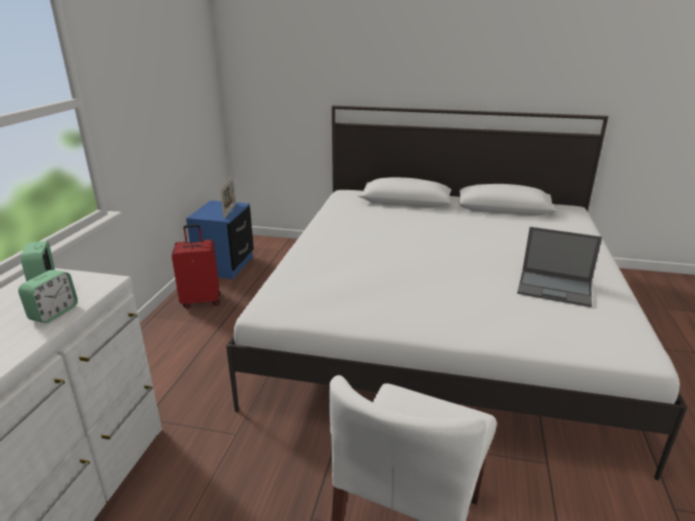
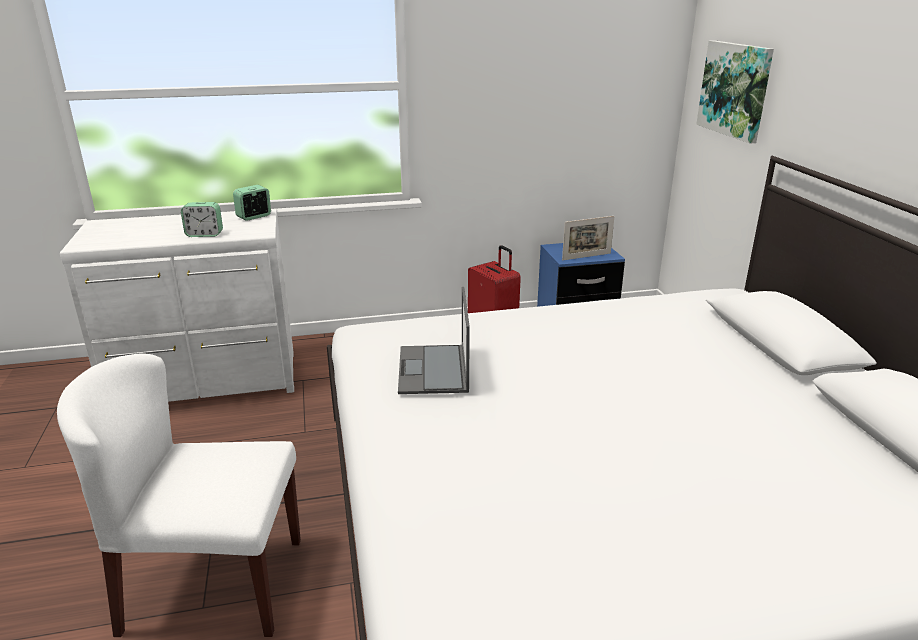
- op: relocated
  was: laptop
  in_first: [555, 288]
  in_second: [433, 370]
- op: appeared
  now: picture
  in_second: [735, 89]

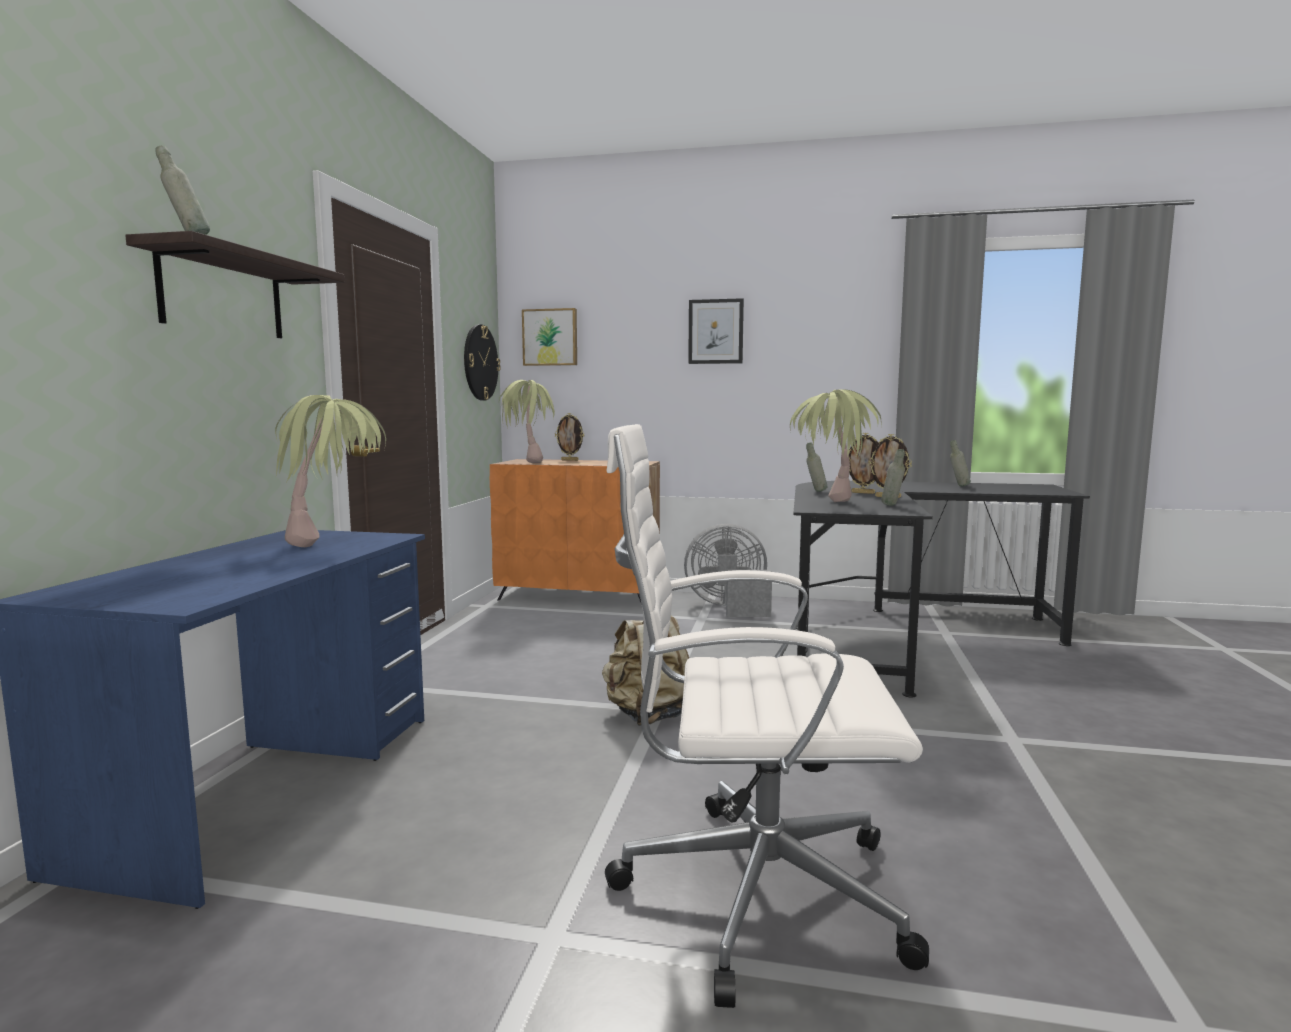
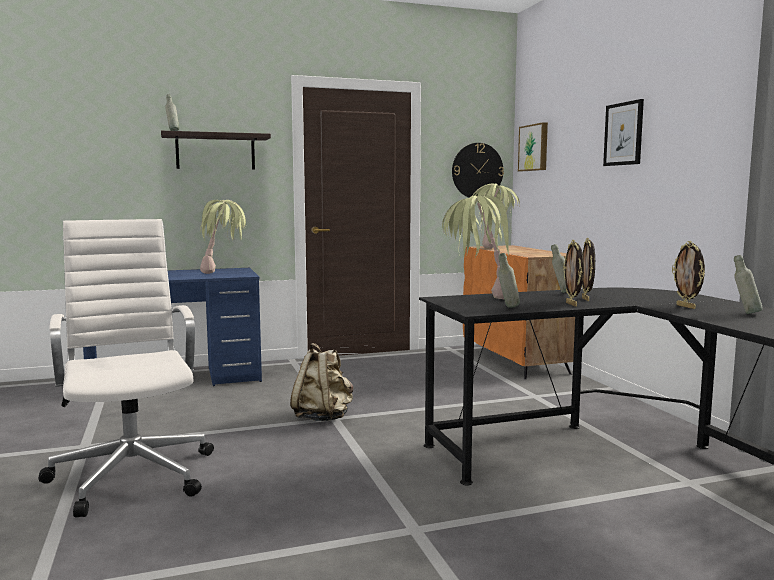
- op: relocated
  was: picture frame
  in_first: [570, 460]
  in_second: [686, 307]
- op: missing
  was: fan in grey
  in_first: [729, 607]

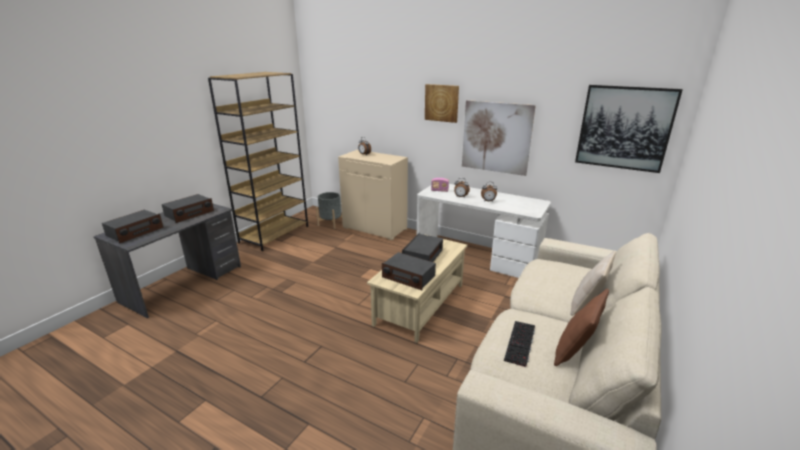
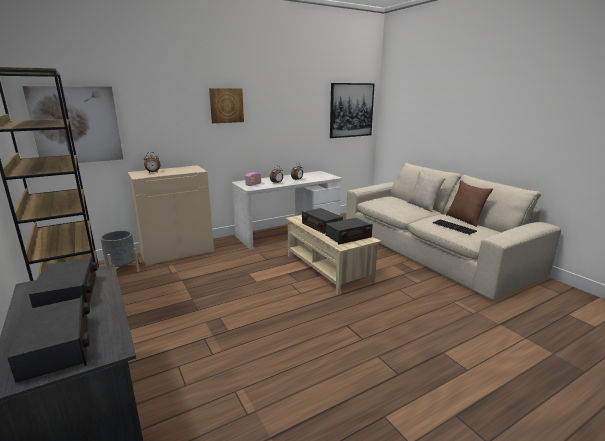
- op: relocated
  was: picture
  in_first: [496, 137]
  in_second: [76, 125]

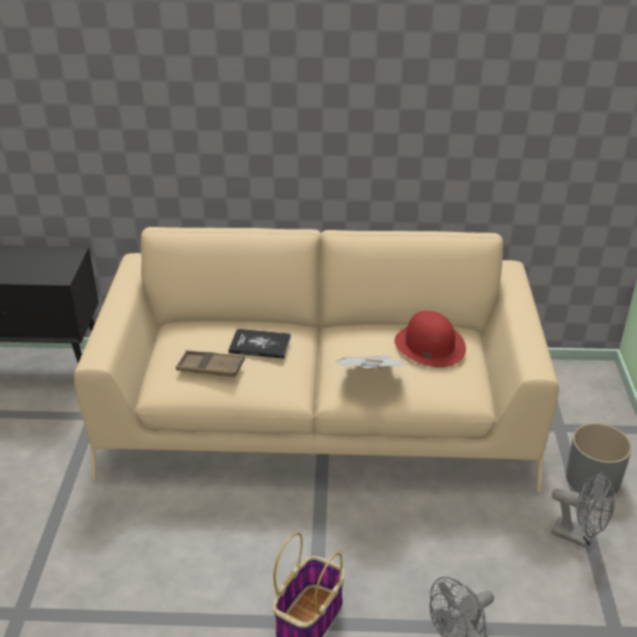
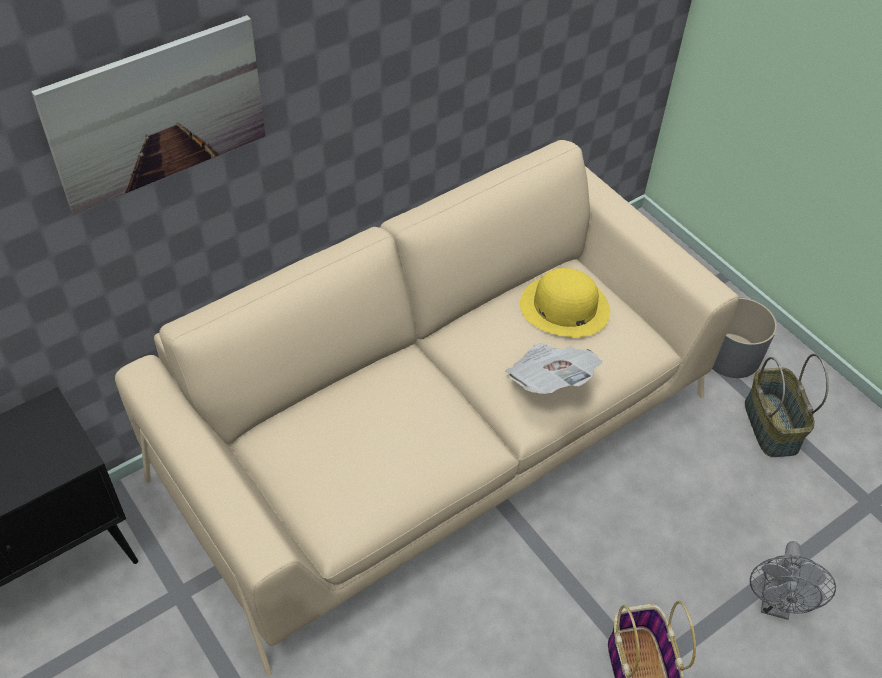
- op: missing
  was: tray in brown
  in_first: [210, 368]
- op: missing
  was: book
  in_first: [260, 345]
- op: colour
  was: hat in red
  now: hat in yellow
  in_first: [429, 345]
  in_second: [564, 307]
- op: exchanged
  was: fan in grey
  now: basket
  in_first: [579, 536]
  in_second: [770, 425]
- op: appeared
  now: picture
  in_second: [157, 113]

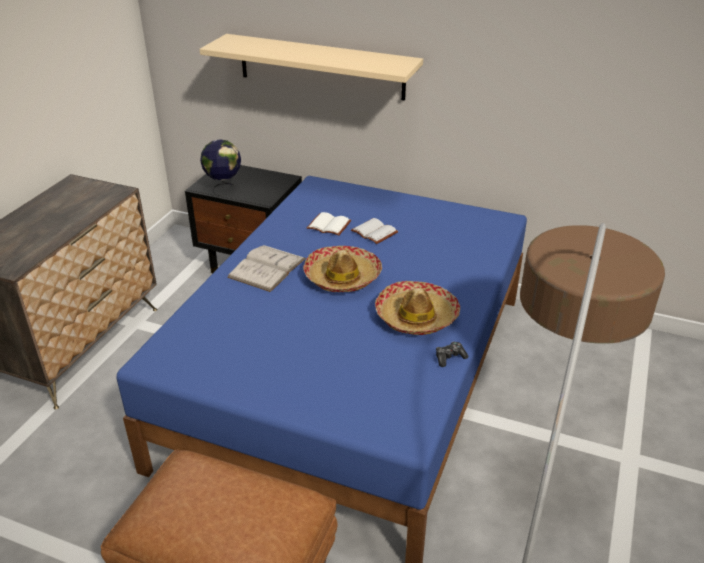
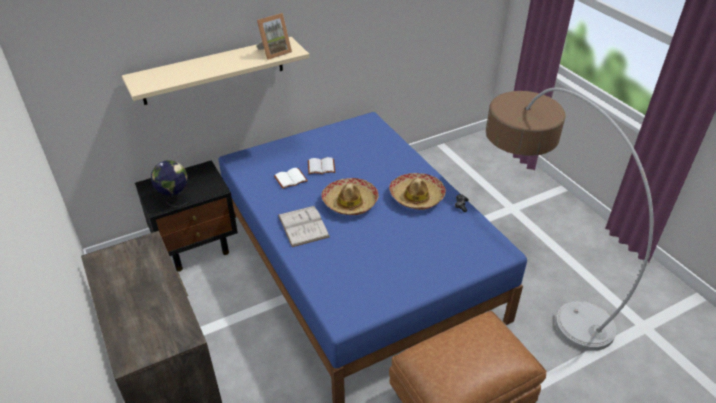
- op: appeared
  now: picture frame
  in_second: [274, 52]

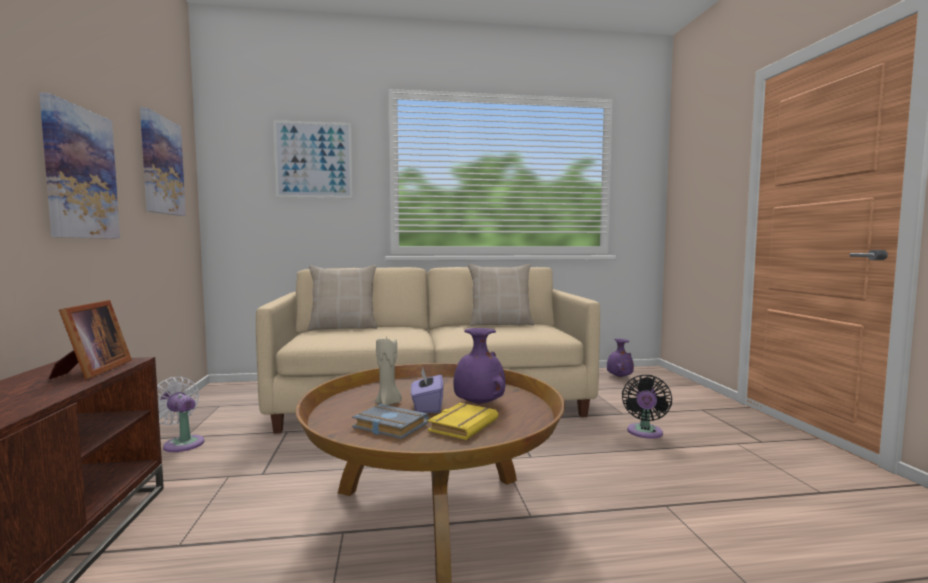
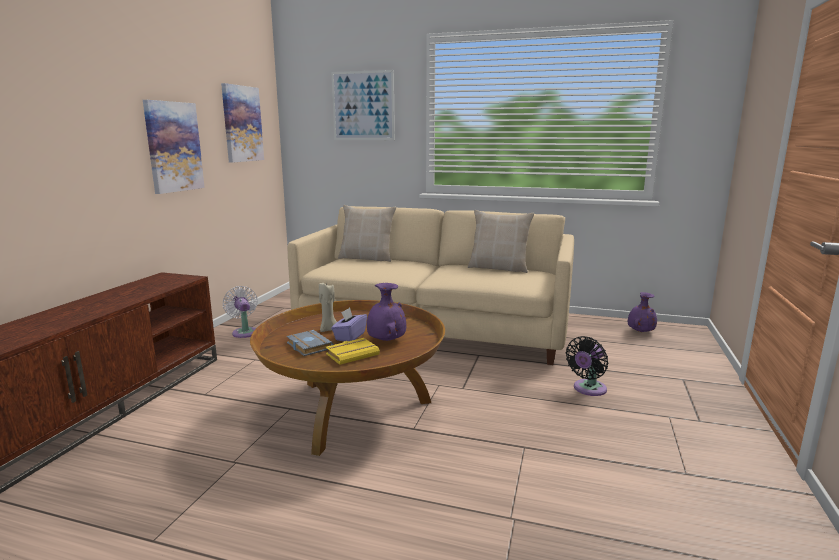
- op: missing
  was: picture frame
  in_first: [92, 371]

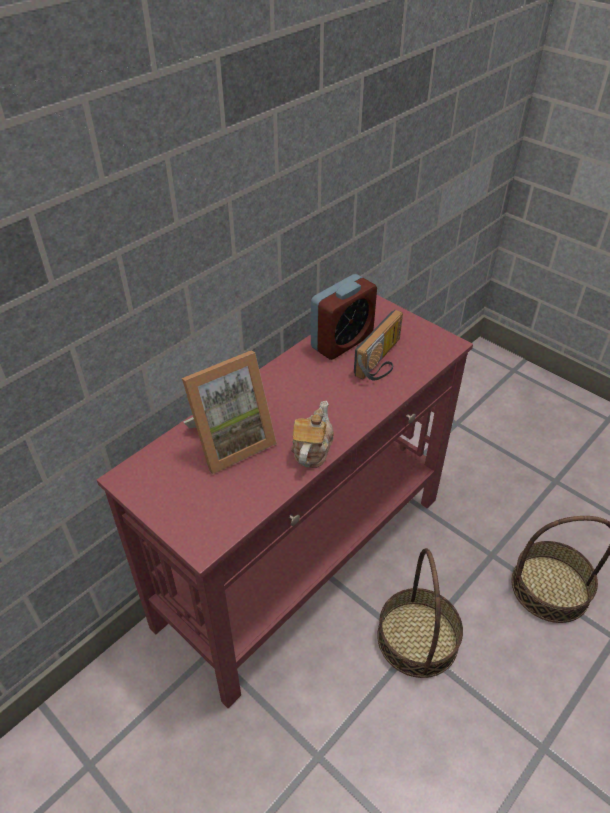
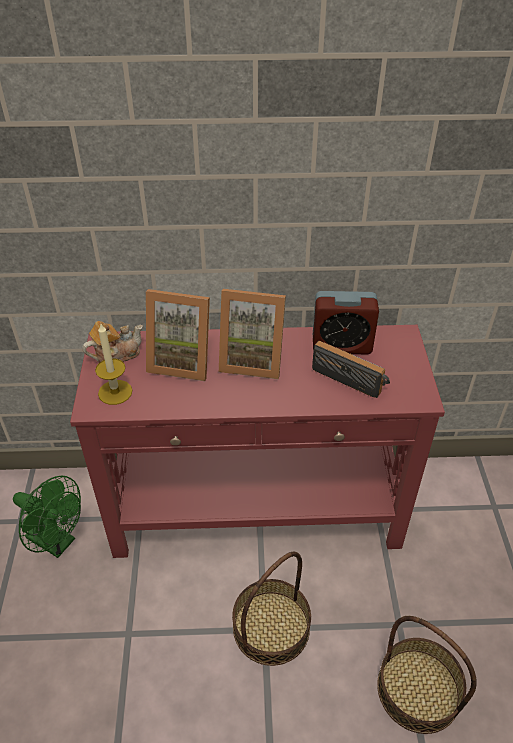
- op: relocated
  was: teapot
  in_first: [311, 449]
  in_second: [116, 354]
- op: spun
  was: radio
  in_first: [382, 361]
  in_second: [351, 377]
  clockwise: -135
- op: appeared
  now: fan in green
  in_second: [57, 542]
- op: appeared
  now: candle
  in_second: [115, 392]
- op: appeared
  now: picture frame
  in_second: [252, 359]

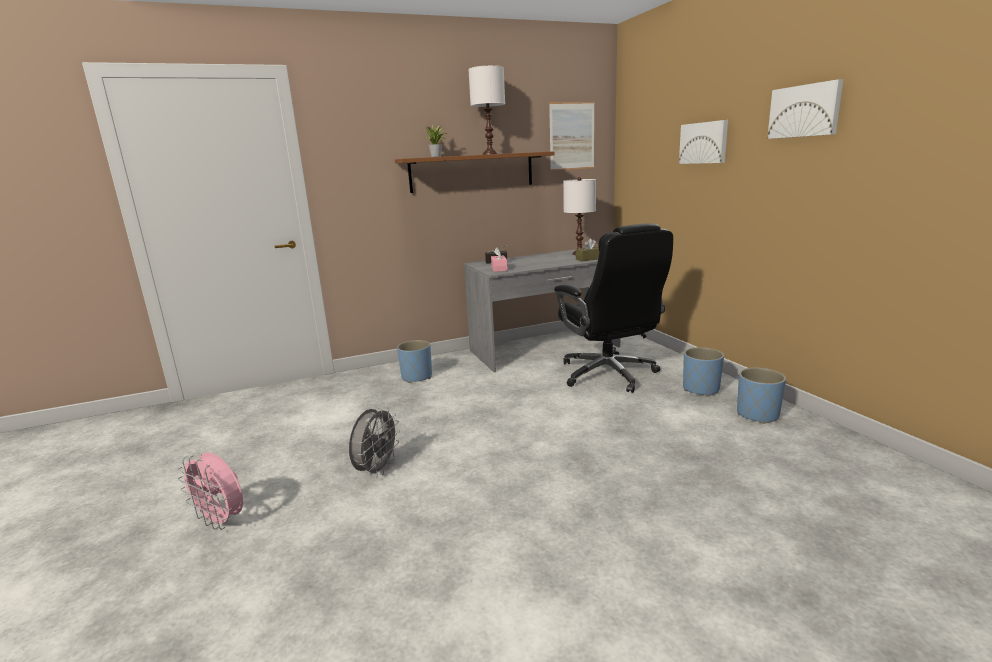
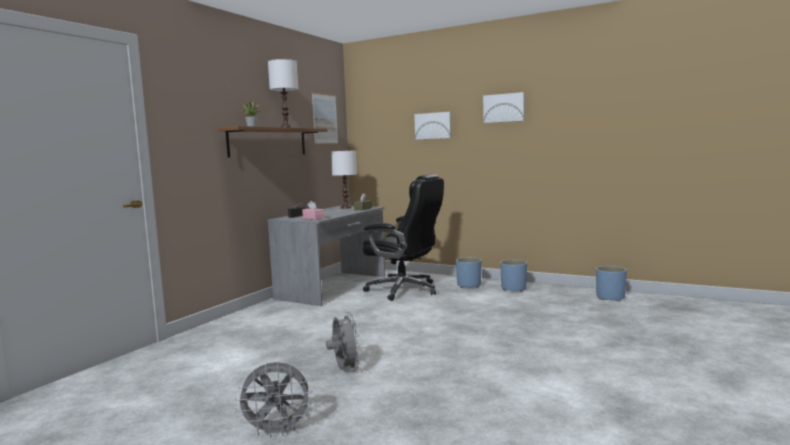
- op: colour
  was: fan in pink
  now: fan in grey
  in_first: [222, 521]
  in_second: [277, 431]
- op: relocated
  was: planter in blue
  in_first: [417, 377]
  in_second: [610, 297]

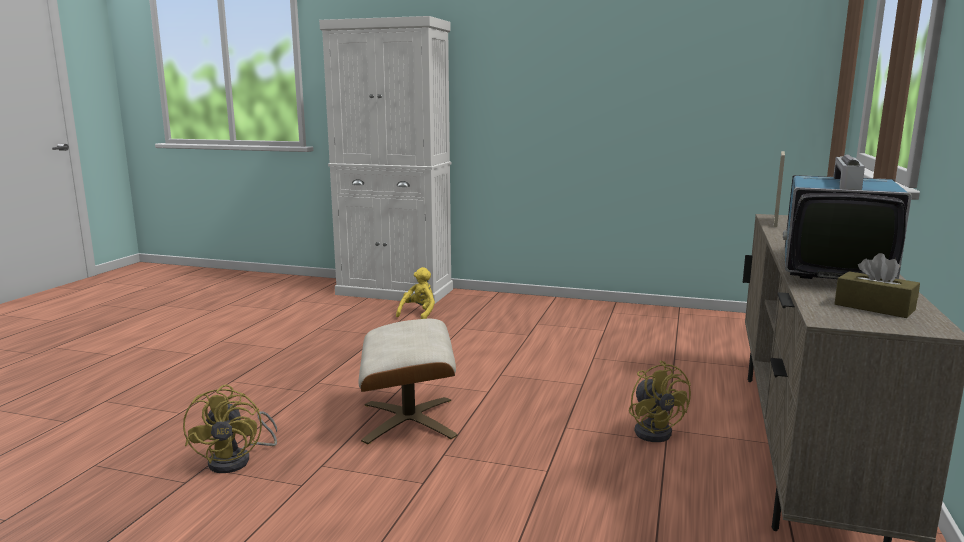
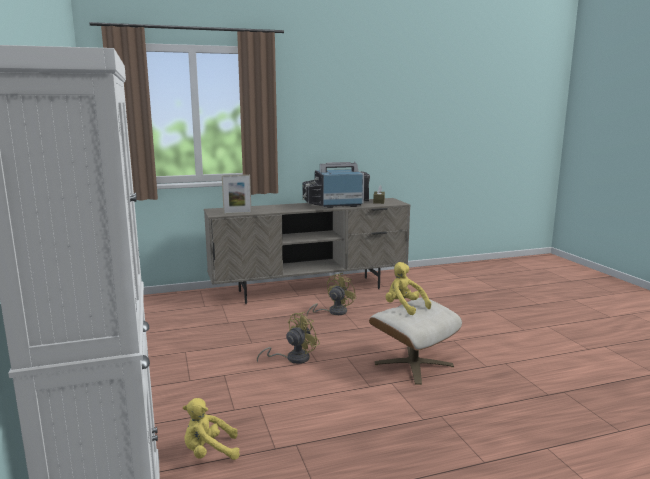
- op: relocated
  was: fan in yellow
  in_first: [238, 460]
  in_second: [293, 358]
- op: appeared
  now: plush toy in yellow
  in_second: [404, 307]

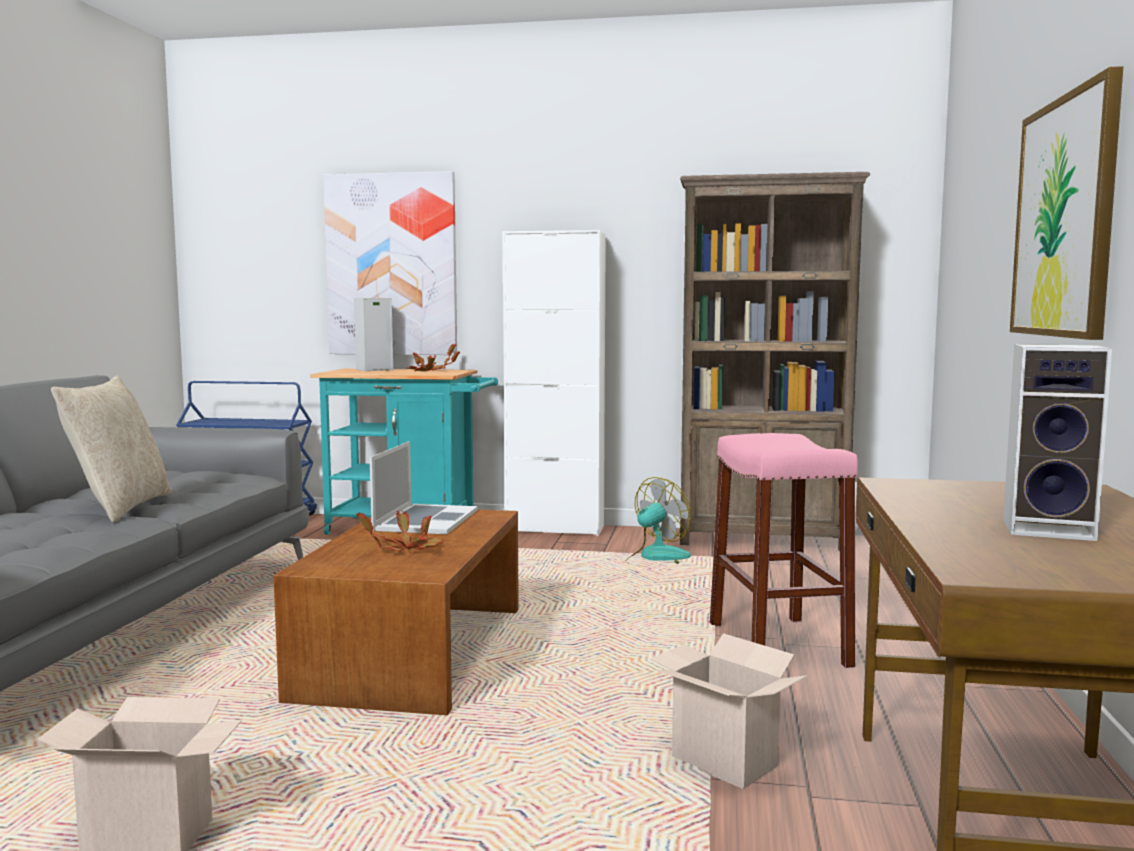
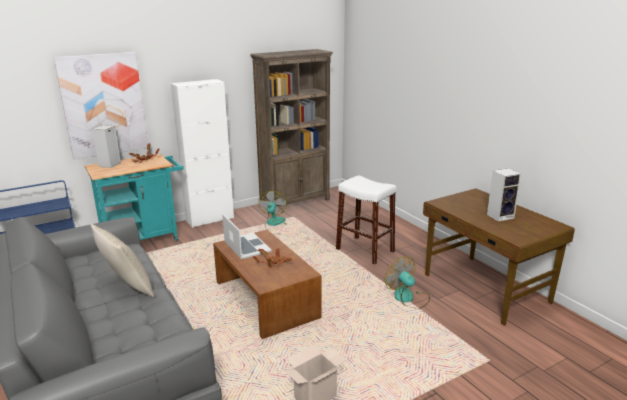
- op: exchanged
  was: cardboard box
  now: fan
  in_first: [720, 762]
  in_second: [408, 298]
- op: colour
  was: stool in pink
  now: stool in white
  in_first: [777, 644]
  in_second: [364, 250]
- op: missing
  was: picture
  in_first: [1064, 217]

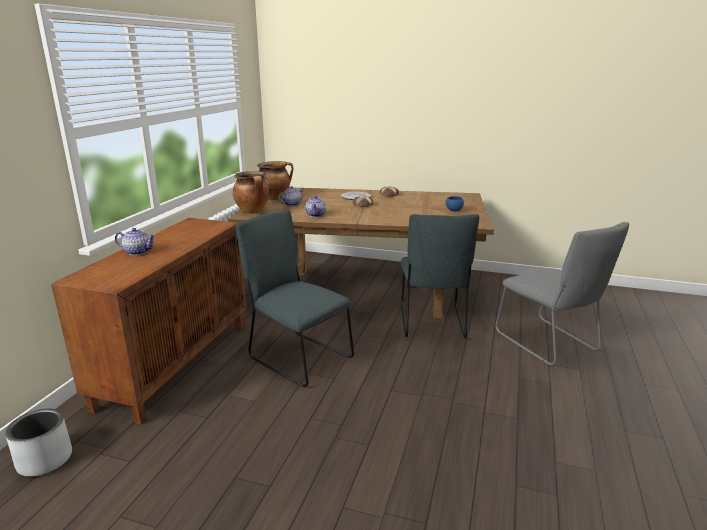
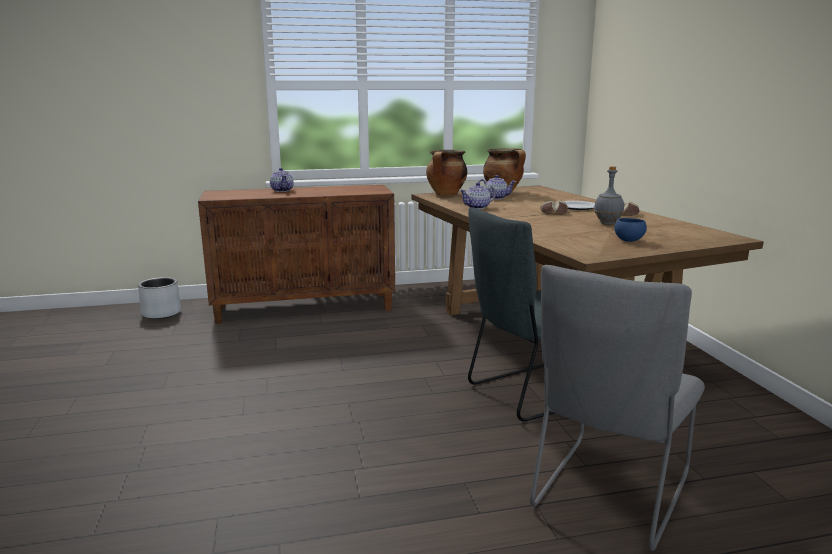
- op: missing
  was: chair in grey
  in_first: [297, 356]
- op: appeared
  now: bottle in grey
  in_second: [607, 223]

